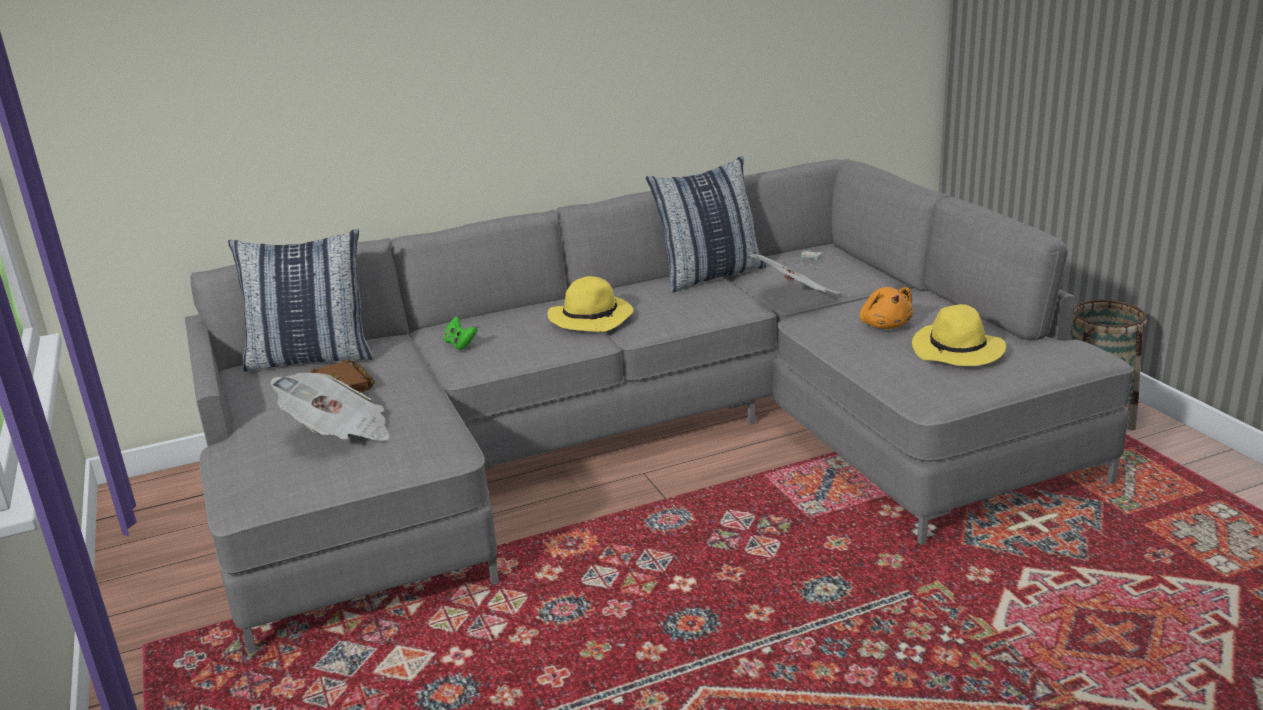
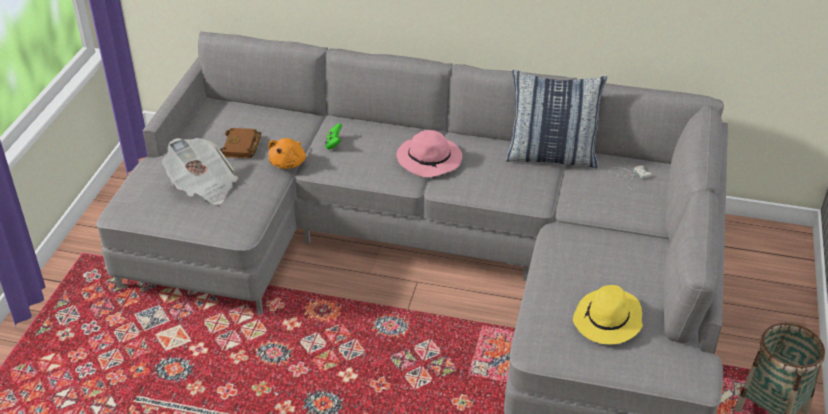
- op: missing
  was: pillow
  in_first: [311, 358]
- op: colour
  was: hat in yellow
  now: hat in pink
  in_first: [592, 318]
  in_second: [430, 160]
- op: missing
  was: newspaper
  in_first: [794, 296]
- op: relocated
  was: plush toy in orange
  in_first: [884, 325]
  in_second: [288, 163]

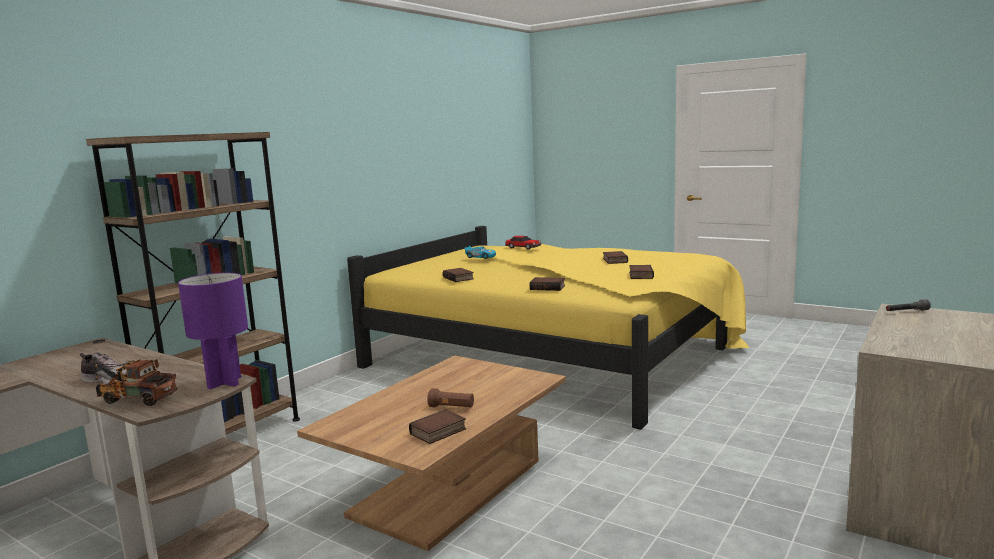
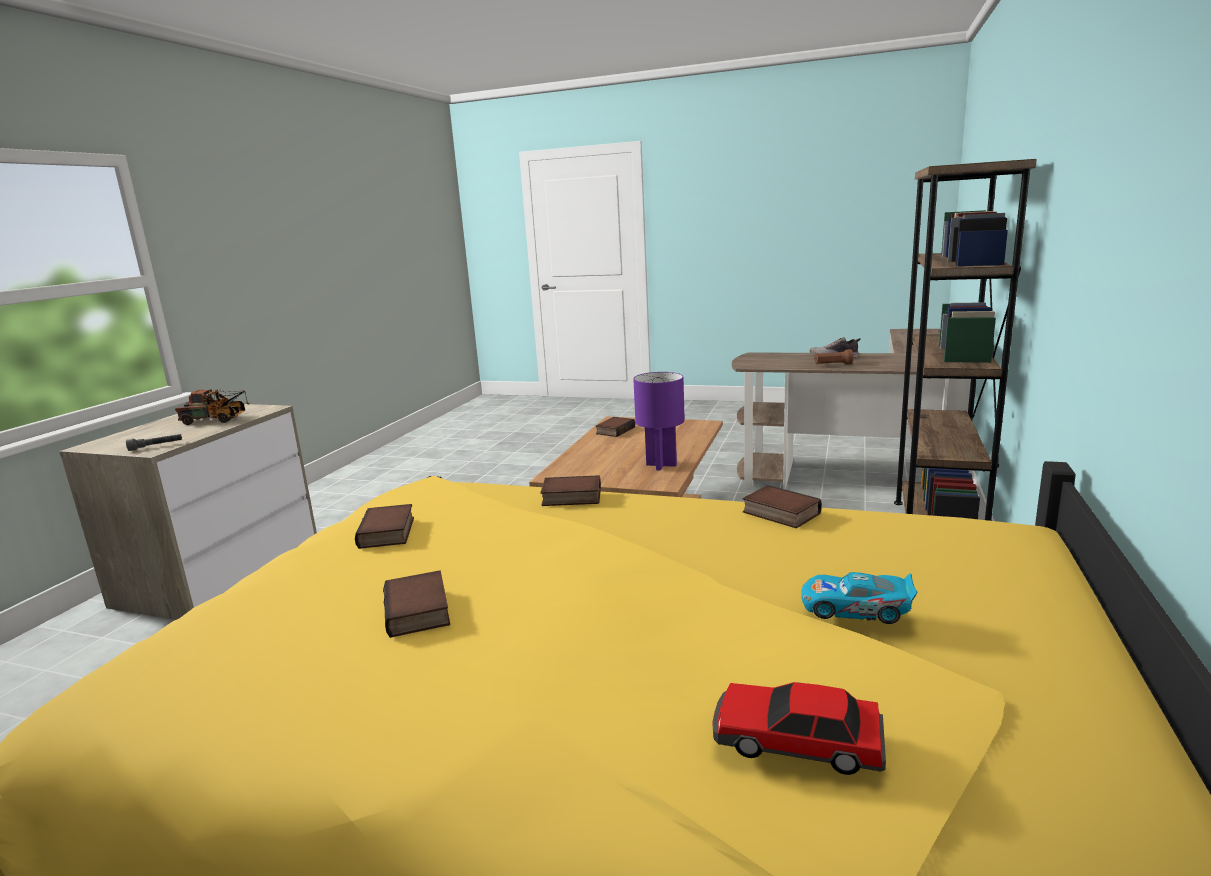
- op: relocated
  was: toy truck
  in_first: [134, 398]
  in_second: [217, 420]
- op: relocated
  was: table lamp in purple
  in_first: [223, 383]
  in_second: [662, 465]
- op: relocated
  was: flashlight in brown
  in_first: [452, 407]
  in_second: [832, 365]

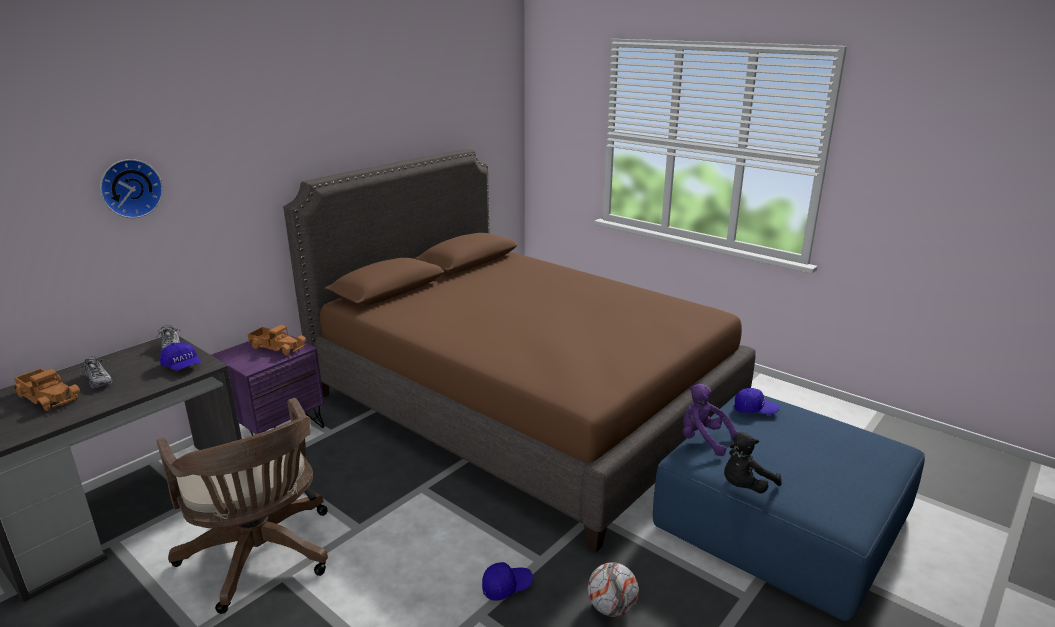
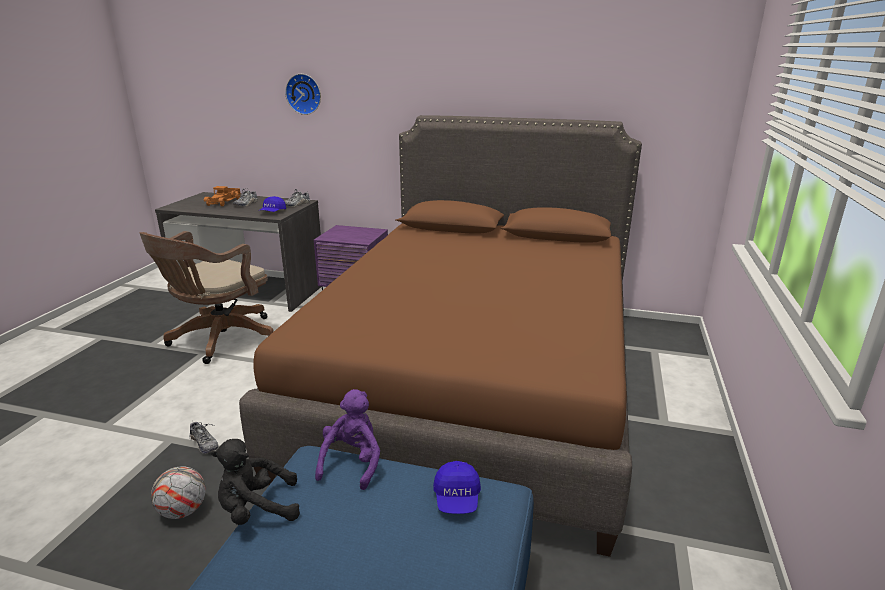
- op: missing
  was: toy truck
  in_first: [278, 346]
- op: exchanged
  was: cap in blue
  now: shoe
  in_first: [506, 587]
  in_second: [204, 443]
- op: spun
  was: plush toy in black
  in_first: [745, 486]
  in_second: [257, 510]
  clockwise: -45

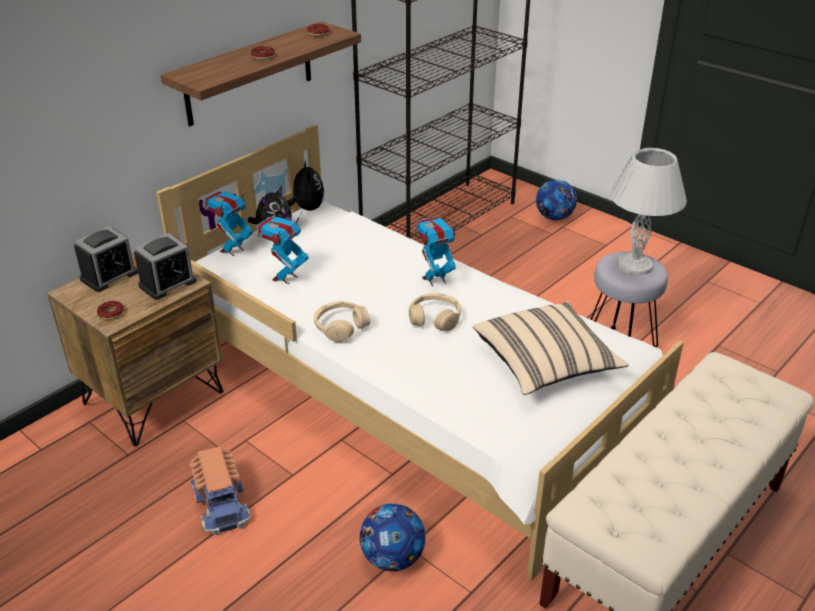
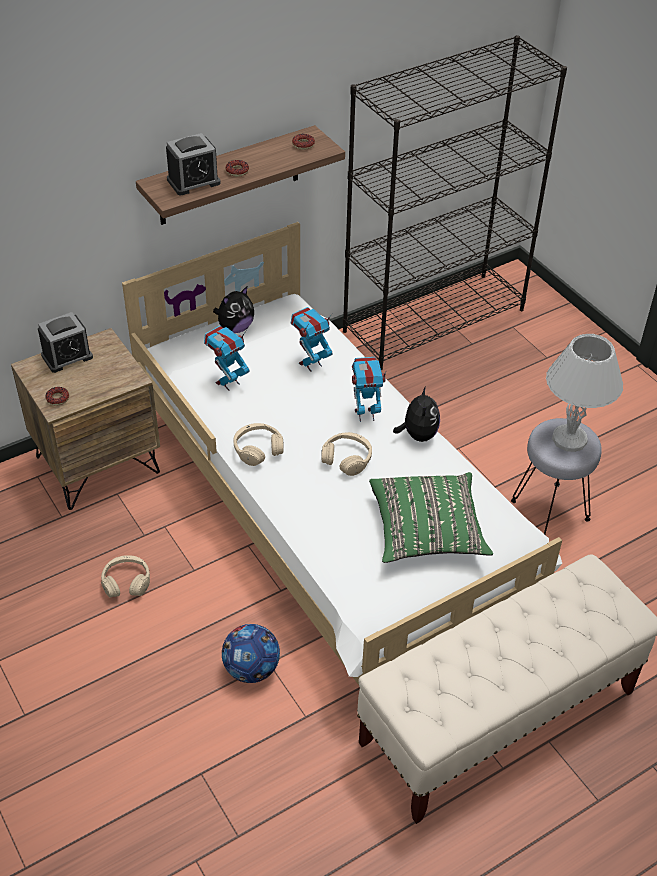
- op: relocated
  was: alarm clock
  in_first: [167, 283]
  in_second: [193, 181]
- op: exchanged
  was: toy truck
  now: headphones in beige
  in_first: [222, 502]
  in_second: [126, 582]
- op: relocated
  was: toy robot
  in_first: [232, 250]
  in_second: [311, 364]
- op: relocated
  was: plush toy
  in_first: [307, 208]
  in_second: [417, 435]
- op: colour
  was: pillow in beige
  now: pillow in green
  in_first: [545, 364]
  in_second: [427, 531]
- op: missing
  was: football
  in_first: [554, 217]

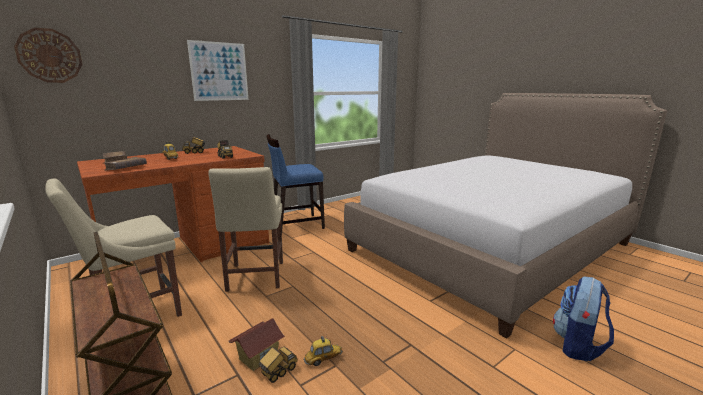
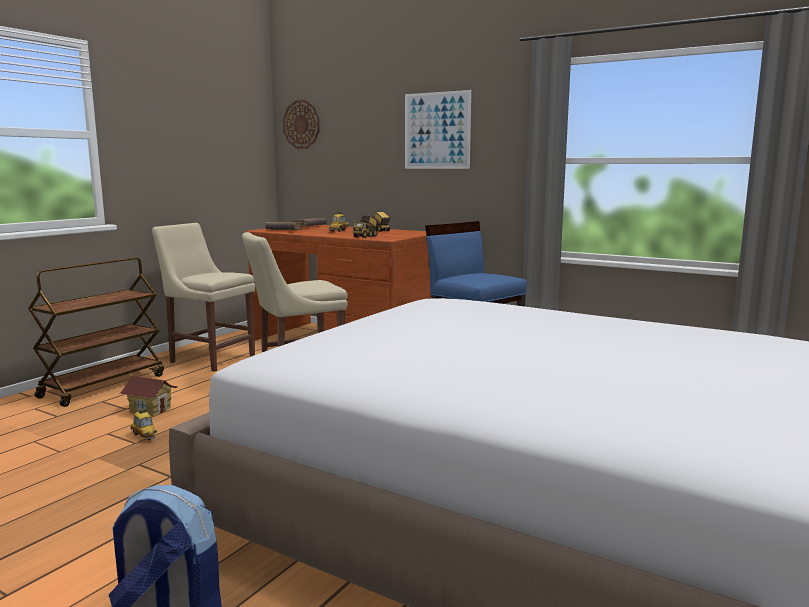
- op: missing
  was: toy truck
  in_first: [278, 372]

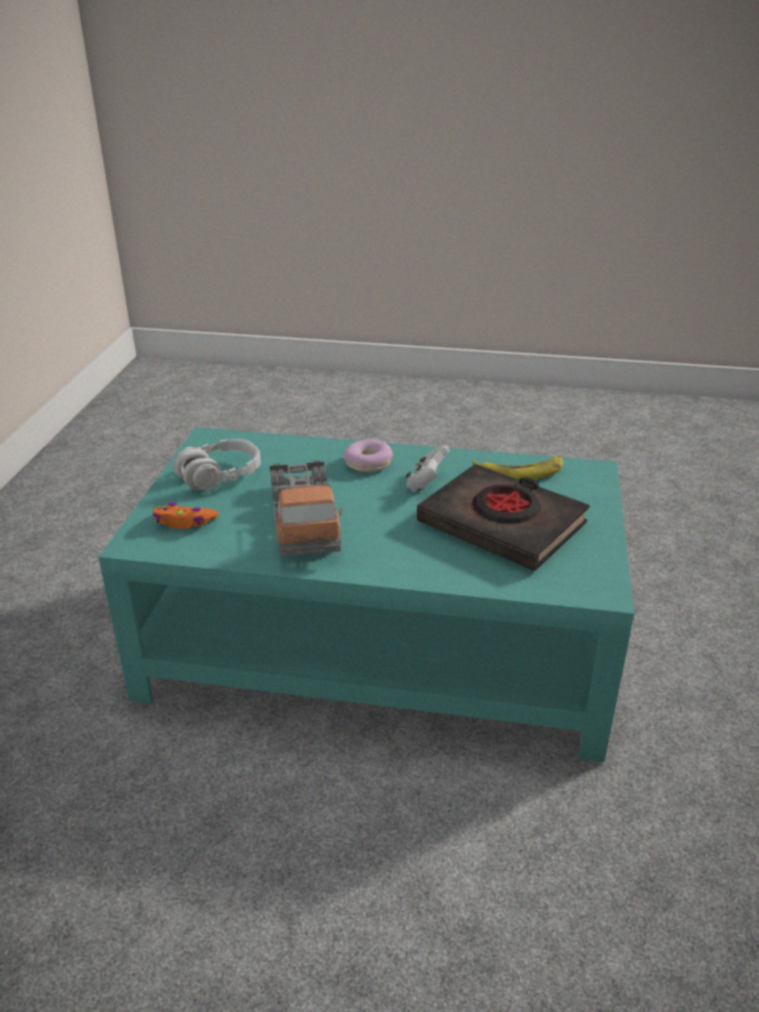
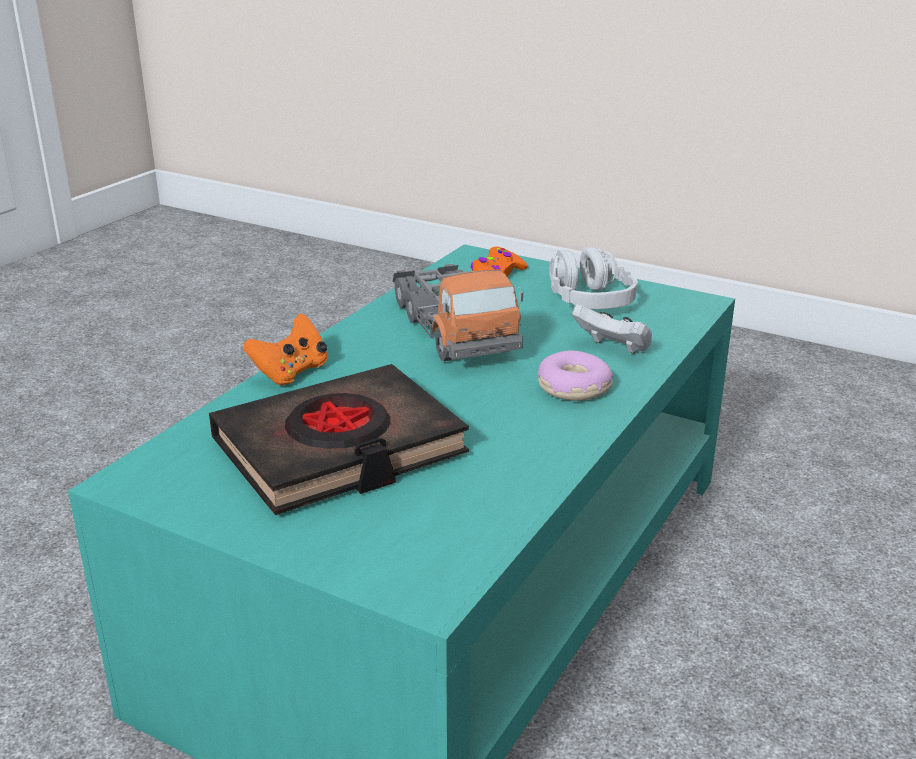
- op: spun
  was: toy truck
  in_first: [304, 521]
  in_second: [453, 330]
  clockwise: -120
- op: relocated
  was: game controller in white
  in_first: [426, 483]
  in_second: [613, 349]
- op: missing
  was: banana
  in_first: [521, 472]
- op: appeared
  now: game controller in orange
  in_second: [291, 372]

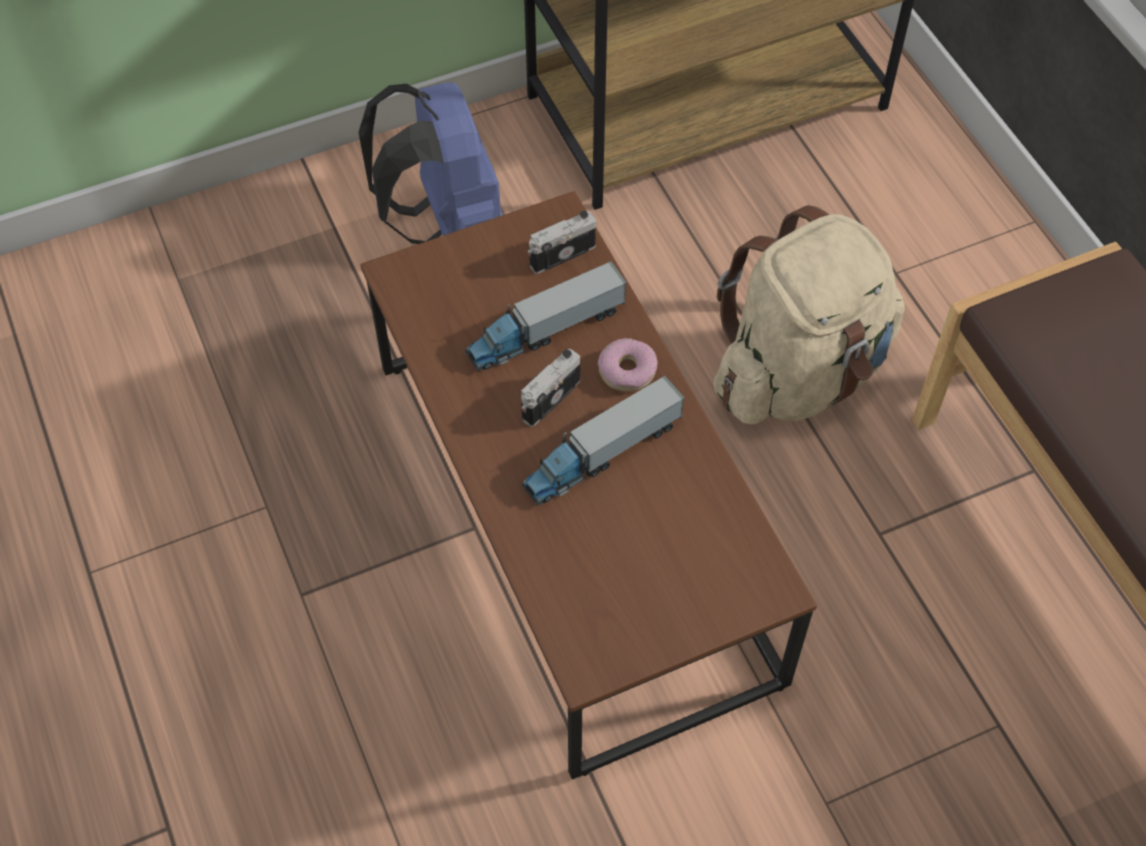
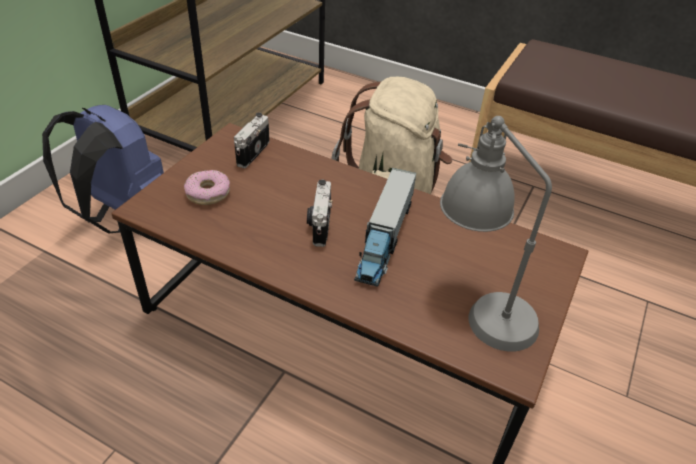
- op: missing
  was: toy truck
  in_first: [545, 331]
- op: relocated
  was: donut
  in_first: [627, 370]
  in_second: [208, 193]
- op: appeared
  now: table lamp in grey
  in_second: [478, 305]

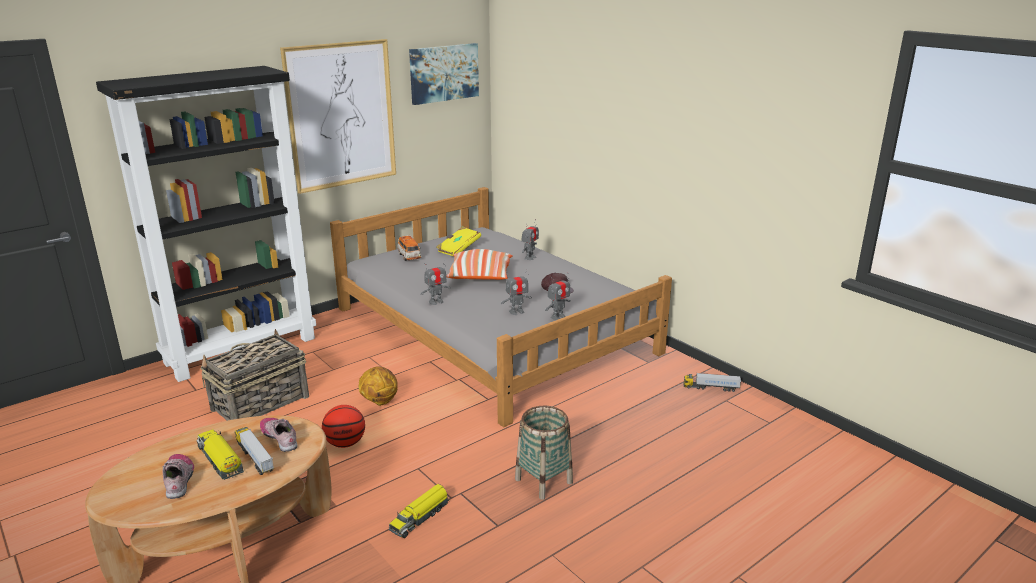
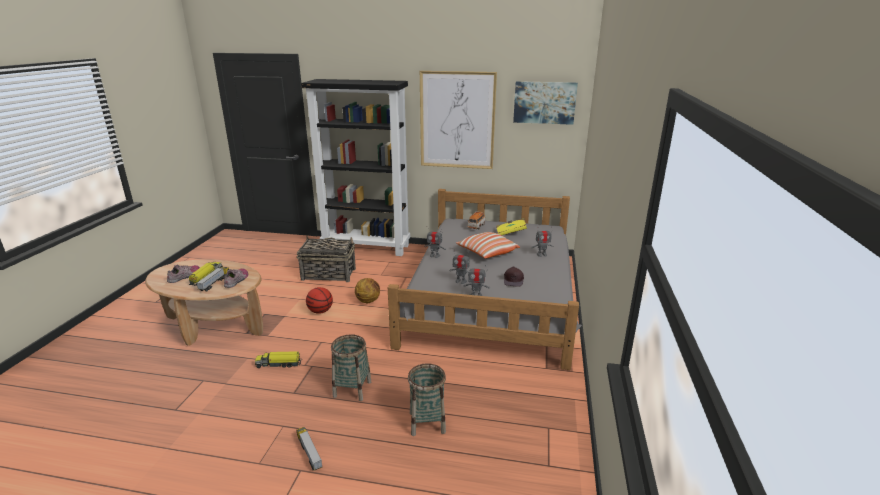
- op: relocated
  was: toy truck
  in_first: [711, 388]
  in_second: [309, 453]
- op: appeared
  now: basket
  in_second: [427, 422]

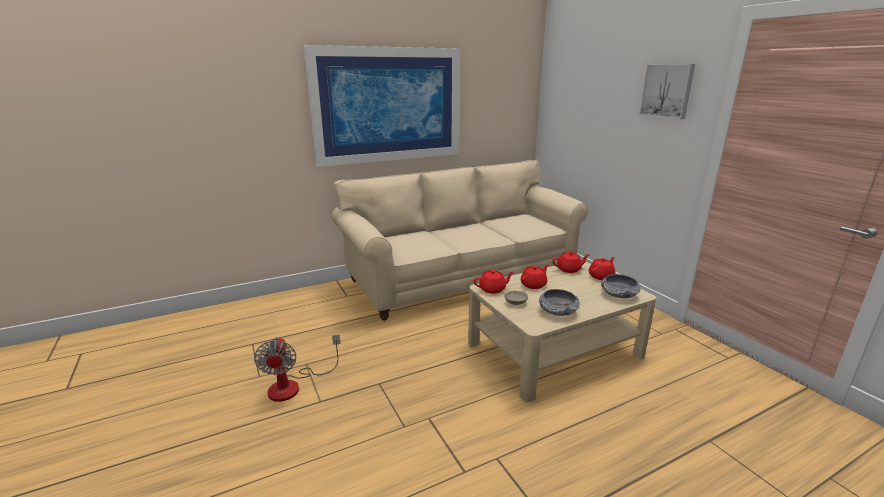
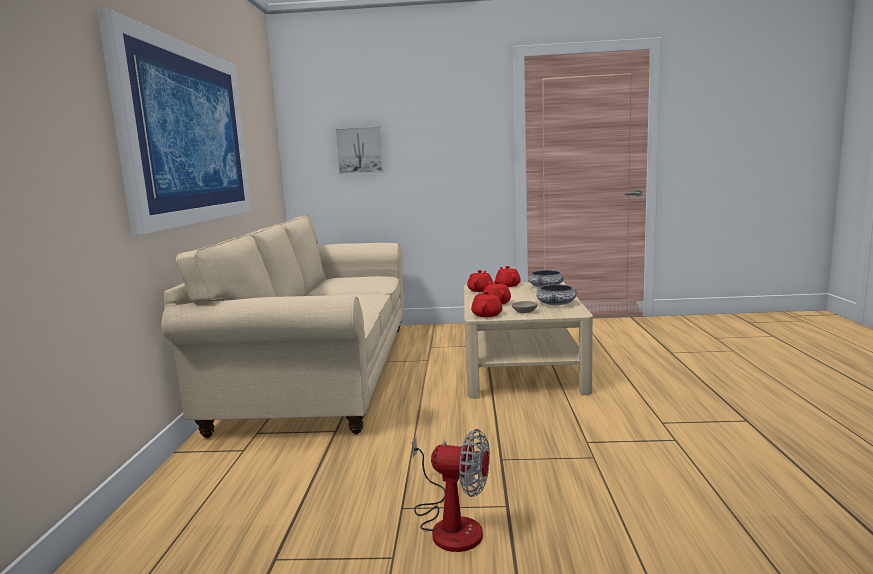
- op: relocated
  was: picture
  in_first: [667, 91]
  in_second: [360, 150]

